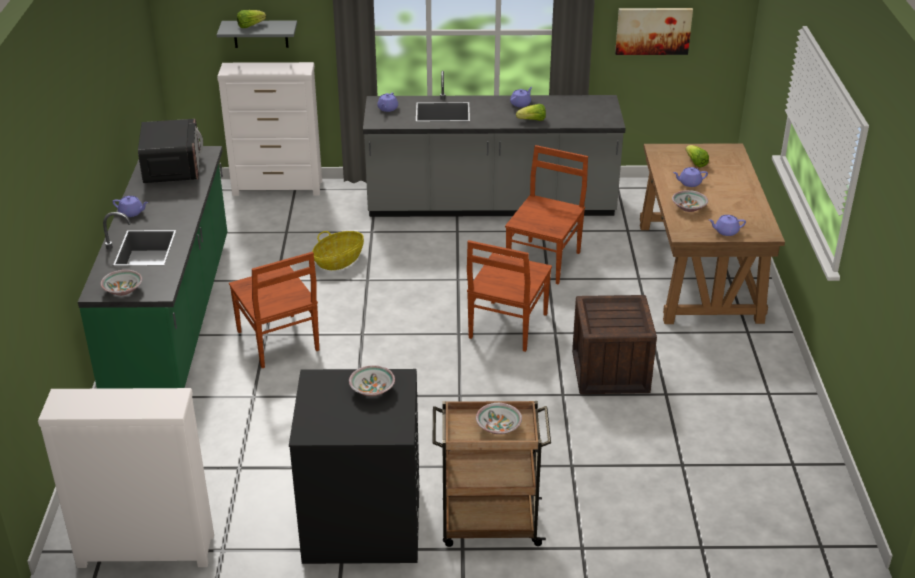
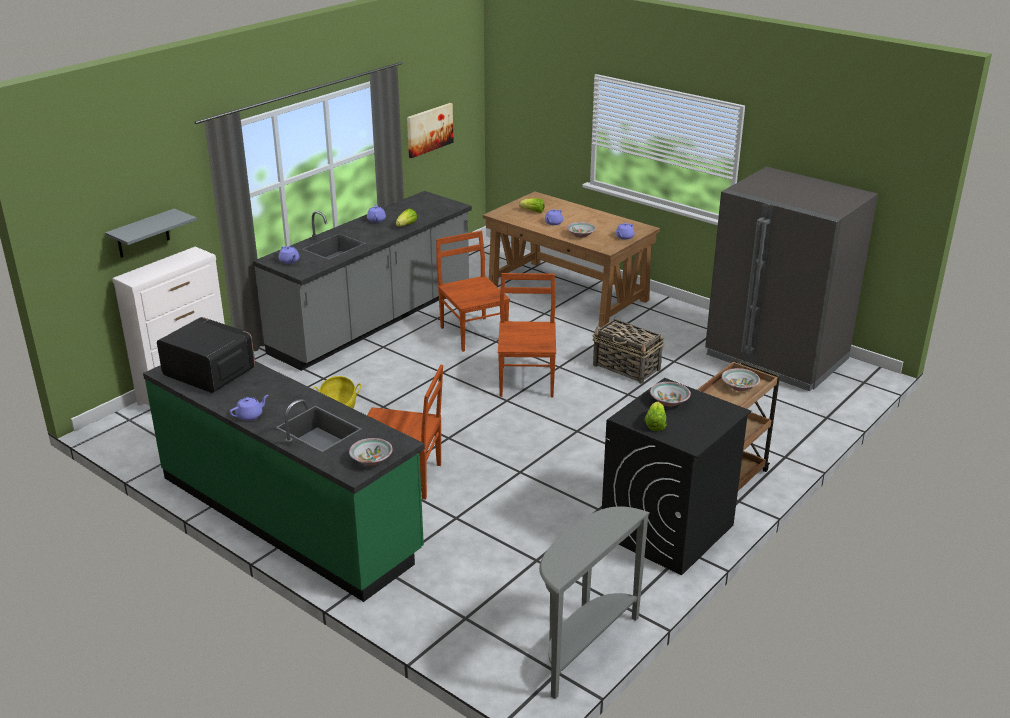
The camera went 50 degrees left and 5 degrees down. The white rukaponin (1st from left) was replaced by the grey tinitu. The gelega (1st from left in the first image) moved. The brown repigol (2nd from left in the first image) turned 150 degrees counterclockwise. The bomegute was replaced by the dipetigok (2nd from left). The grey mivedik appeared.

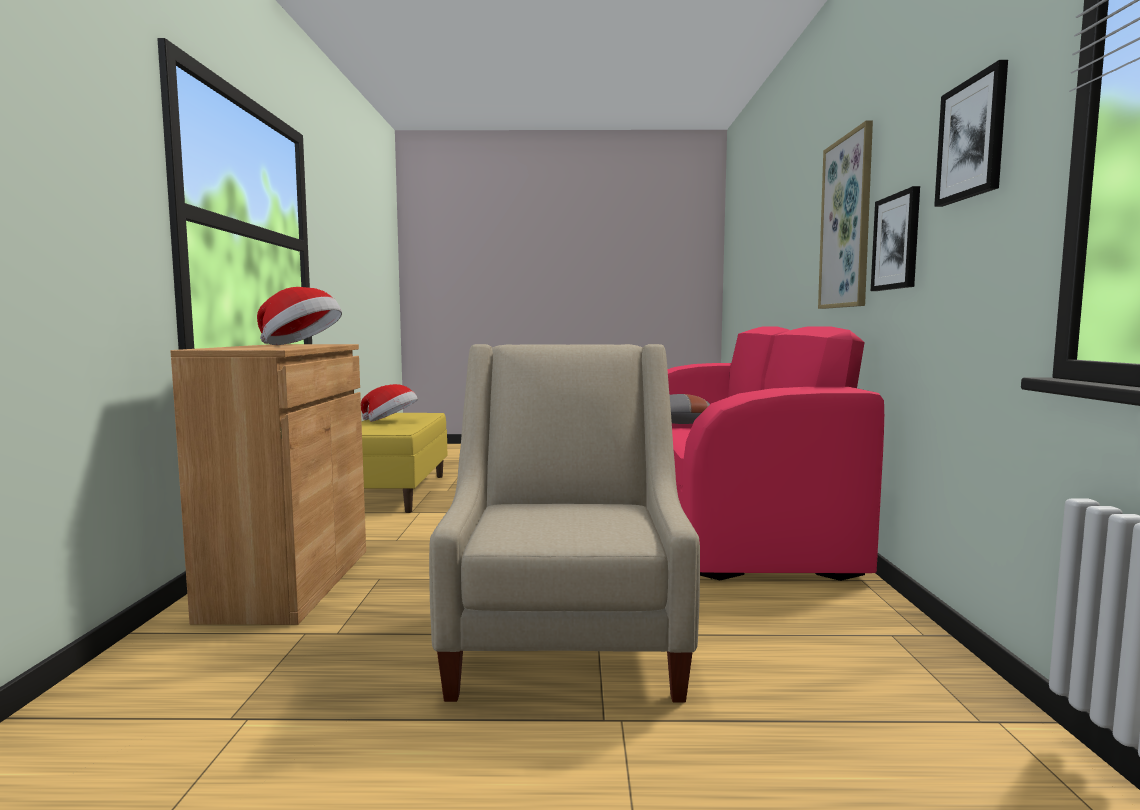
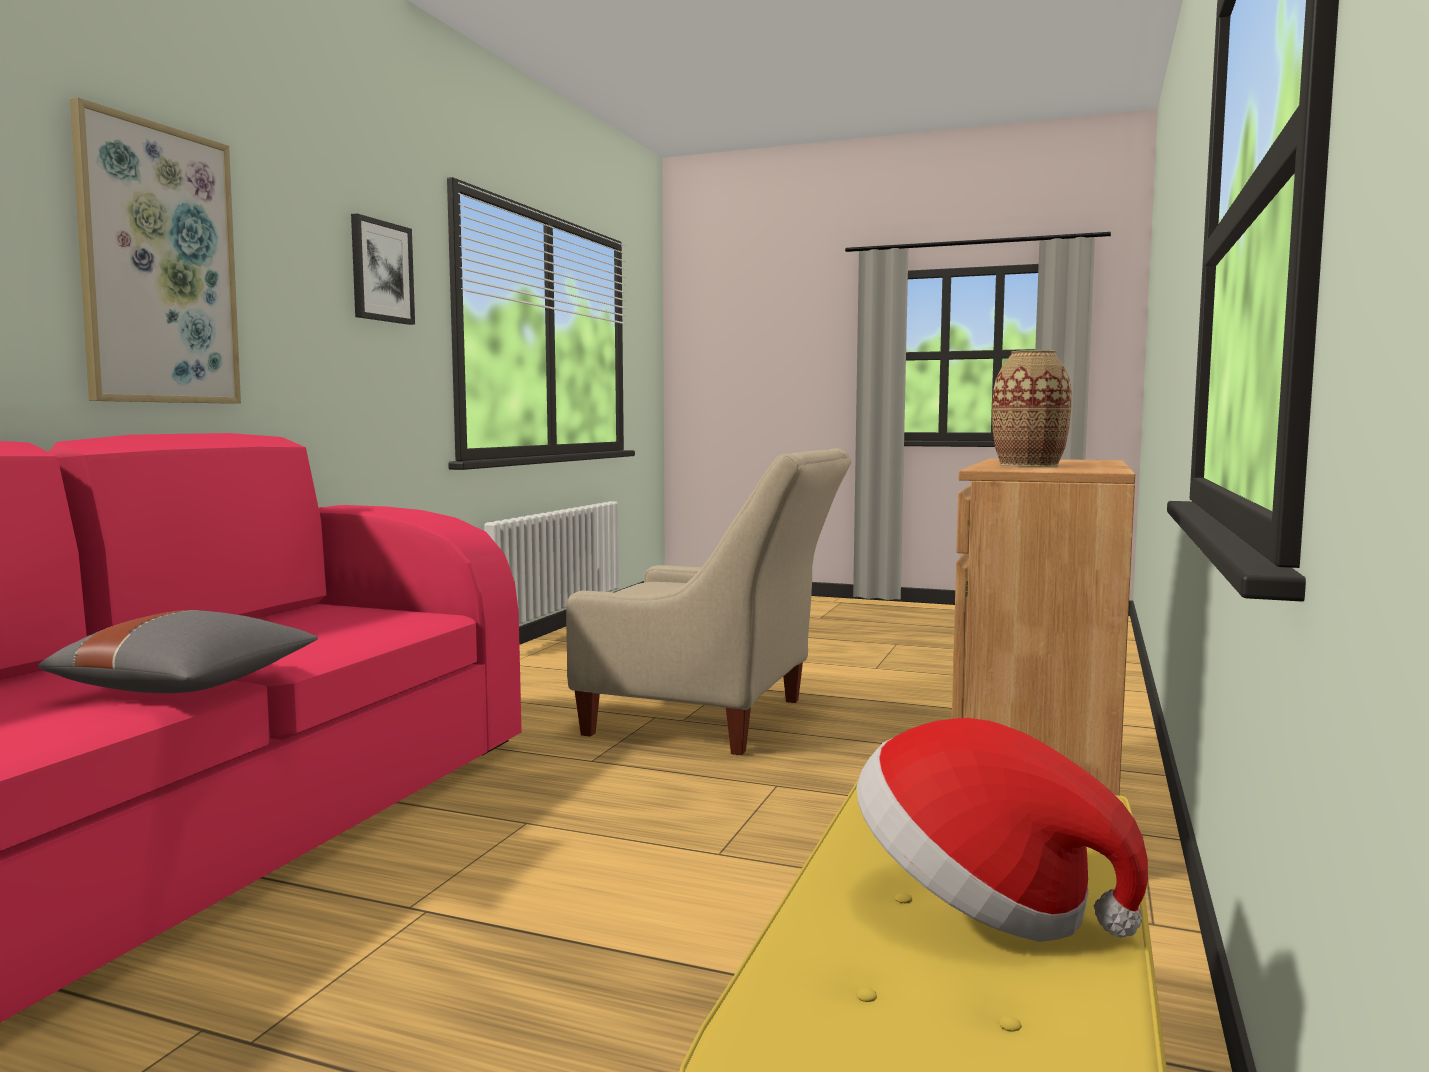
The camera went 160 degrees left and 0 degrees up. The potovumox (1st from left) was replaced by the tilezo. The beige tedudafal turned 90 degrees counterclockwise. The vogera (2nd from left) disappeared.

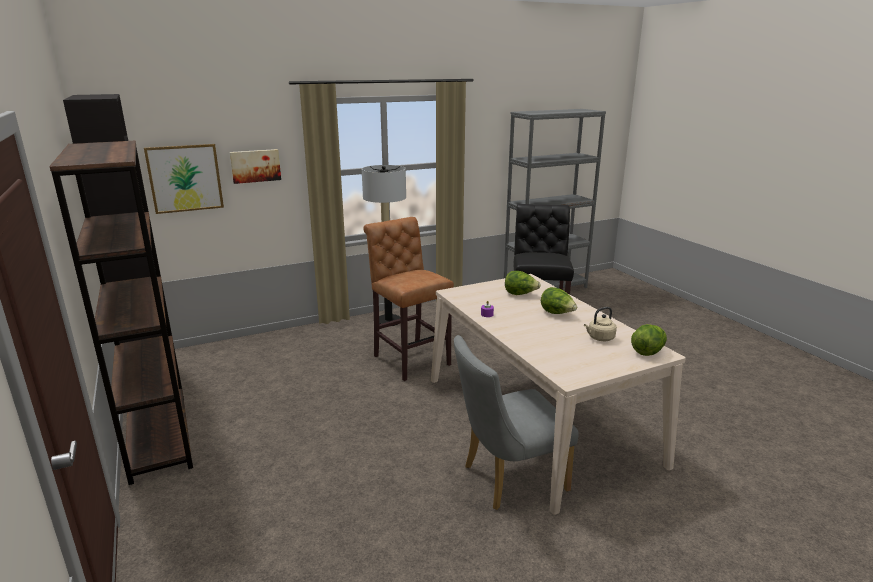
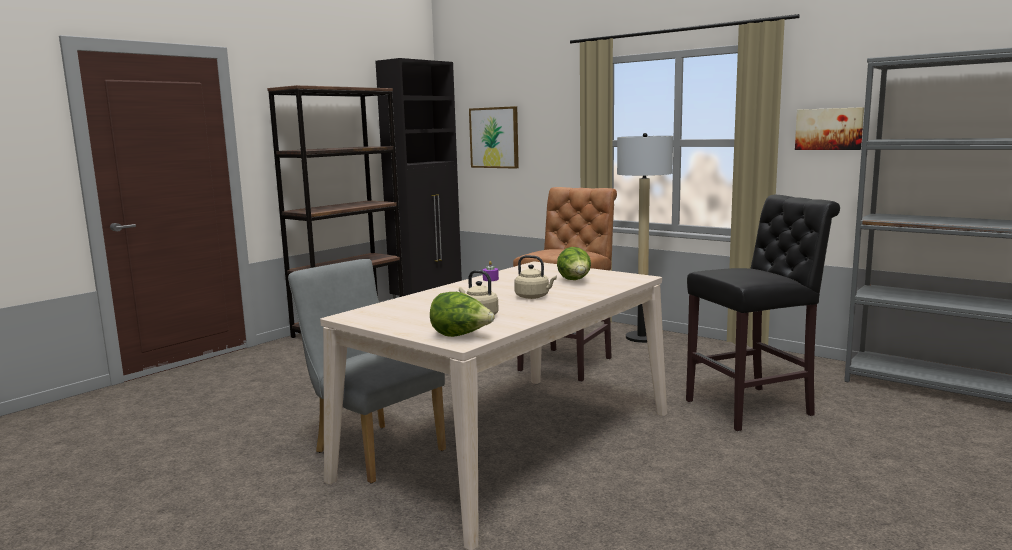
The camera went 65 degrees right and 10 degrees down. The vogera (2nd from left) moved. The gelega (2nd from left) was replaced by the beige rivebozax (2nd from left).

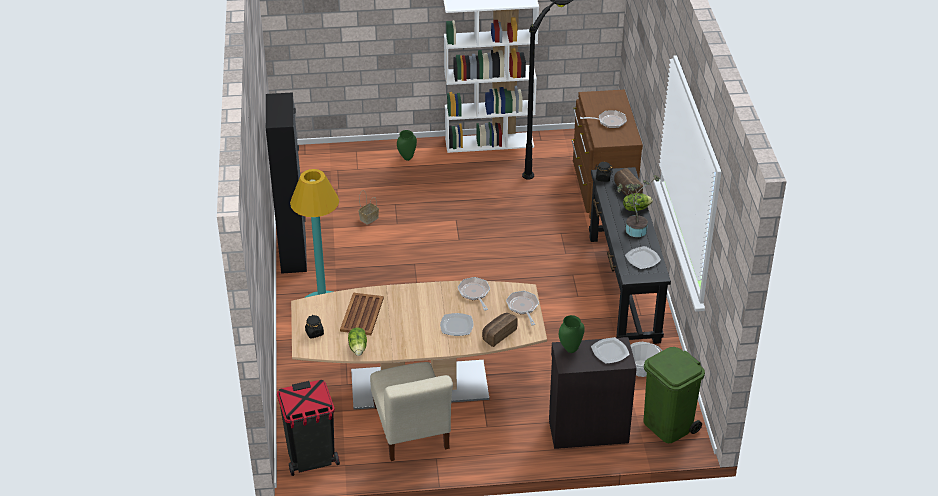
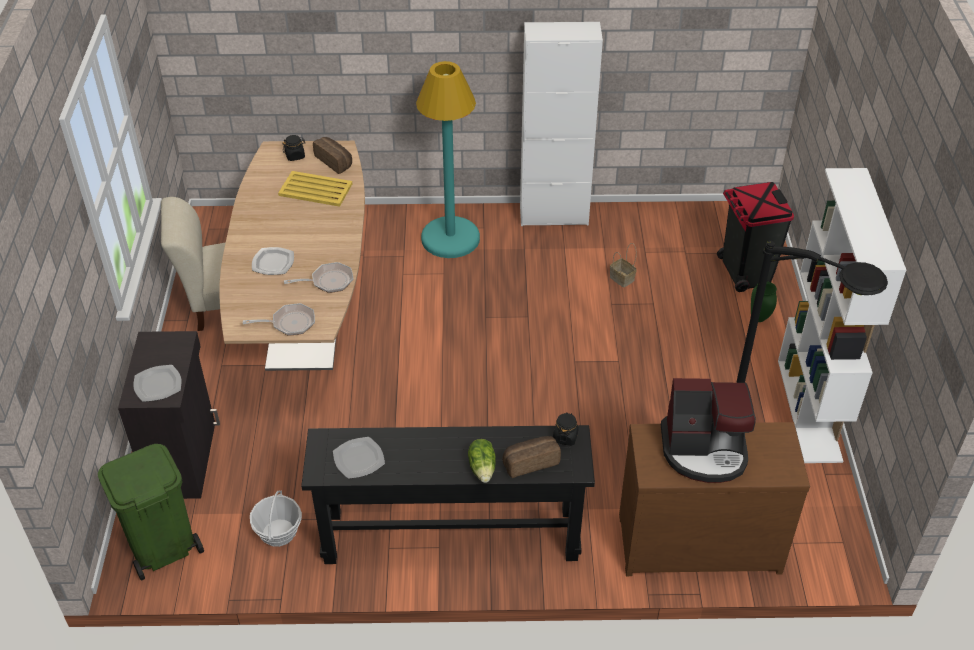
The camera went 95 degrees right and 5 degrees up. The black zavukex (1st from left) became the white zavukex. The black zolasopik moved. The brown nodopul became the yellow nodopul. The gelega (1st from left) disappeared. The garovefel (1st from left) moved. The green tilezo (2nd from left) disappeared. The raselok (3rd from left) was replaced by the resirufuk. The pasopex disappeared.

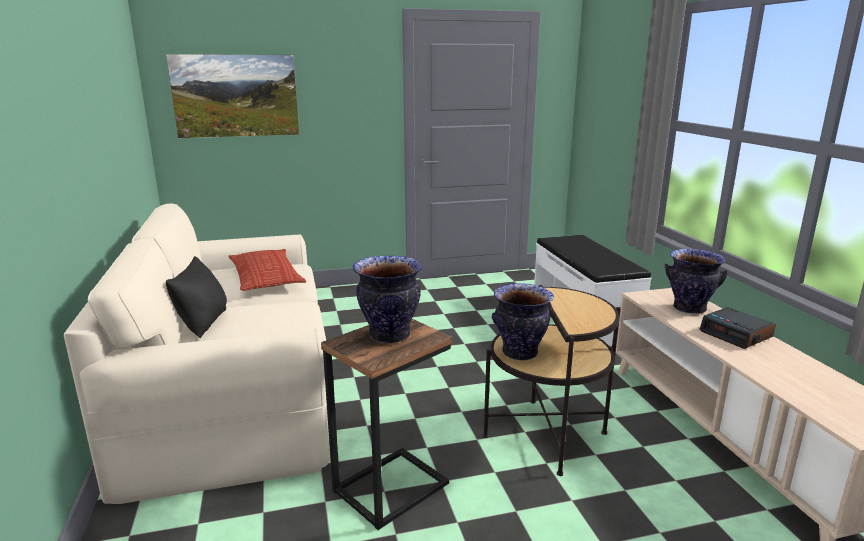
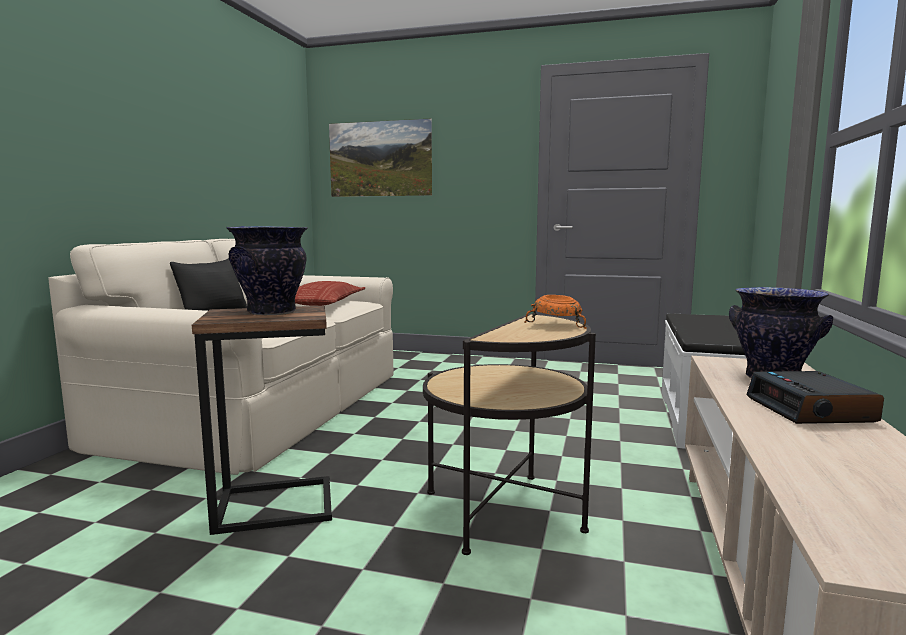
The camera went 30 degrees right and 10 degrees down. The tilezo (2nd from left) disappeared. The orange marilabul appeared.

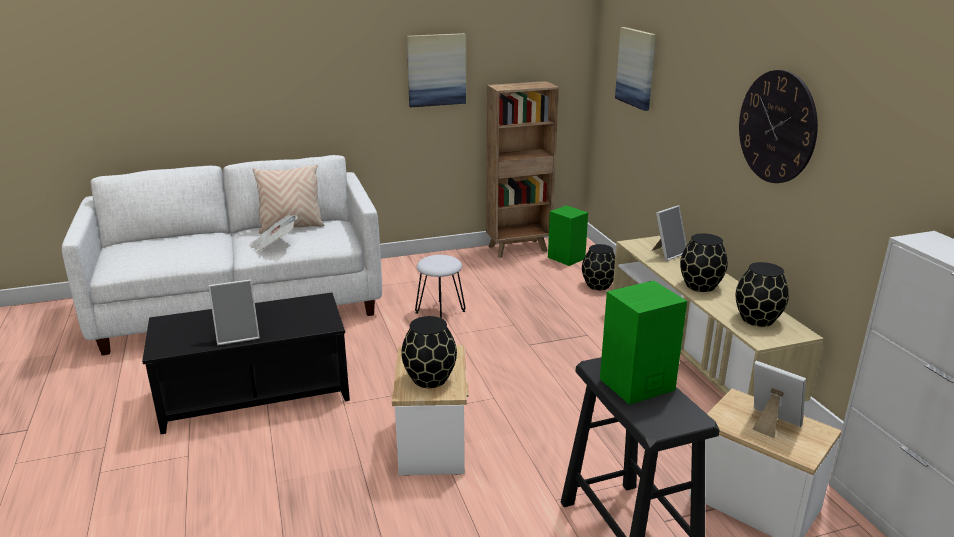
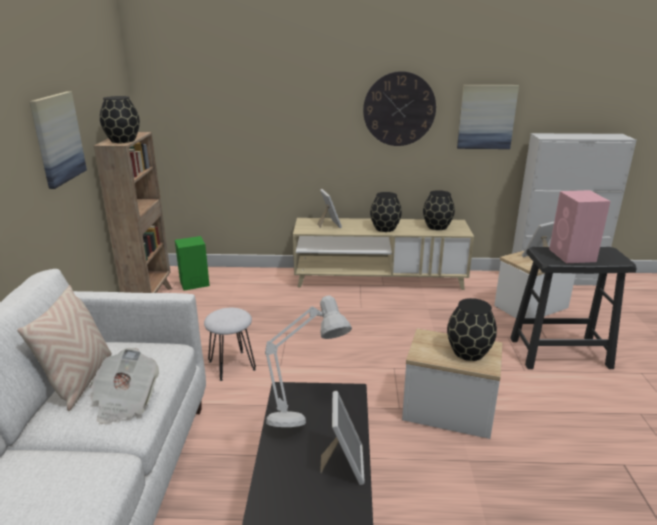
The camera went 70 degrees left and 0 degrees up. The black tilezo (2nd from left in the first image) moved. The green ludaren (2nd from left) became the pink ludaren. The vogera (2nd from left) moved. The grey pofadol appeared.

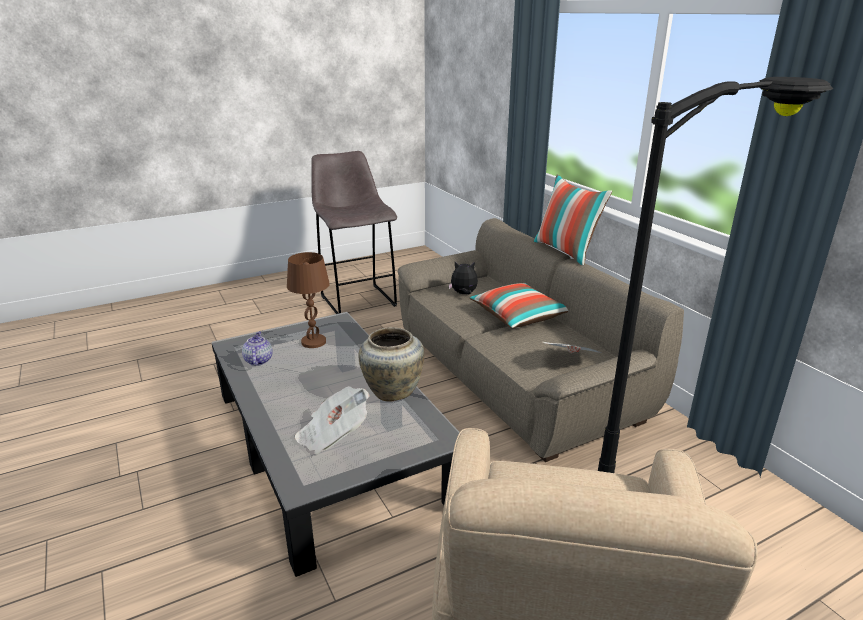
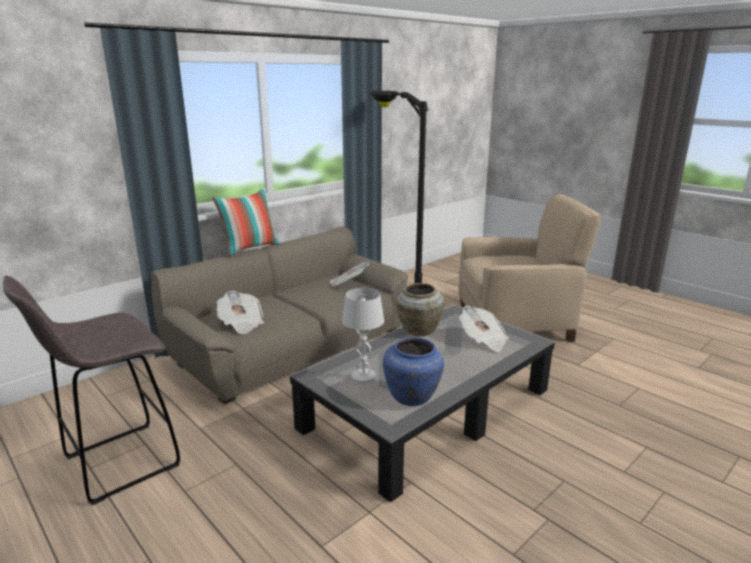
The camera went 105 degrees left and 5 degrees down. The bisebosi was replaced by the blue tilezo. The brown pofadol became the white pofadol. The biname was replaced by the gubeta (1st from left). The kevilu (1st from left) disappeared.

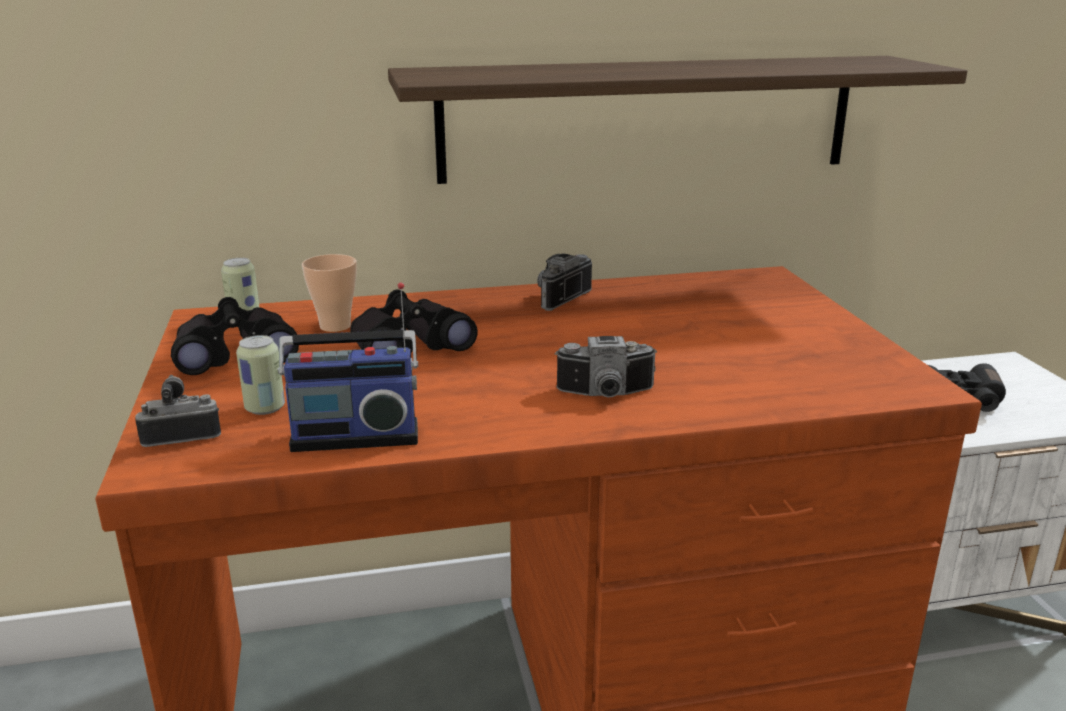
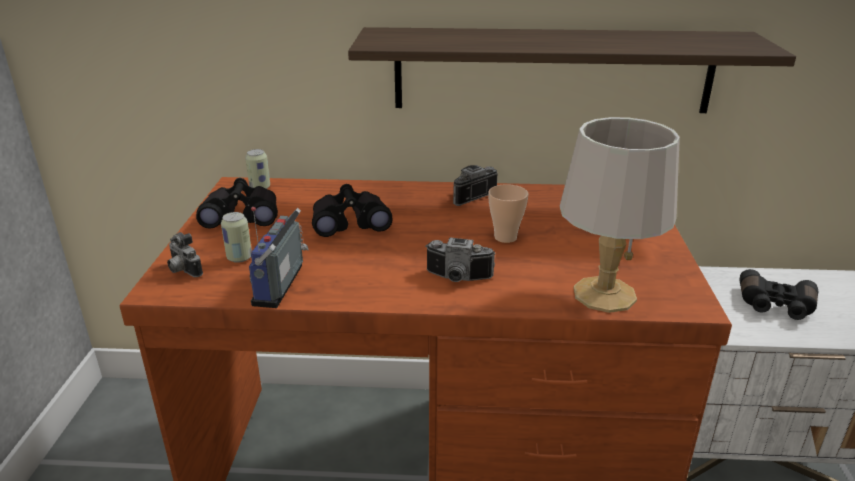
The camera went 15 degrees right and 5 degrees up. The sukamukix (1st from left) turned 135 degrees counterclockwise. The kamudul turned 90 degrees clockwise. The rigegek moved. The grey pofadol appeared.

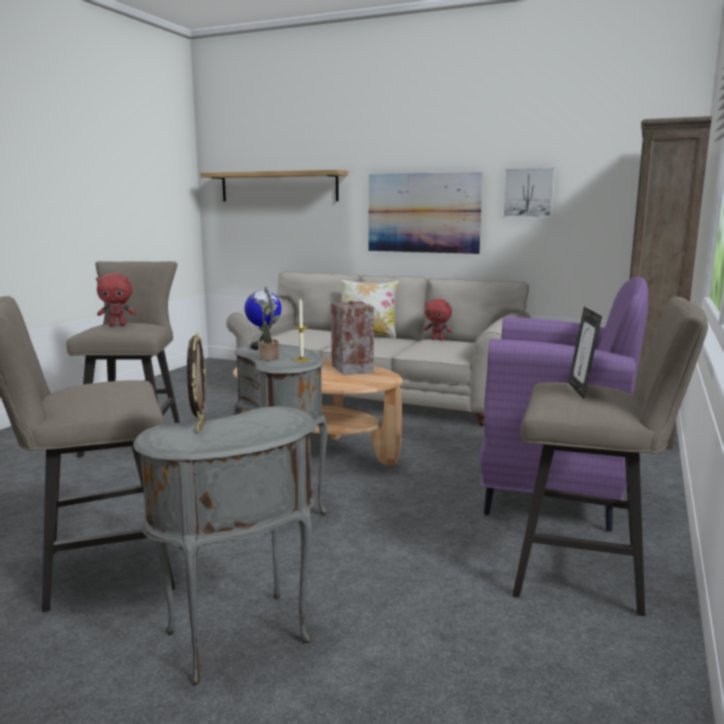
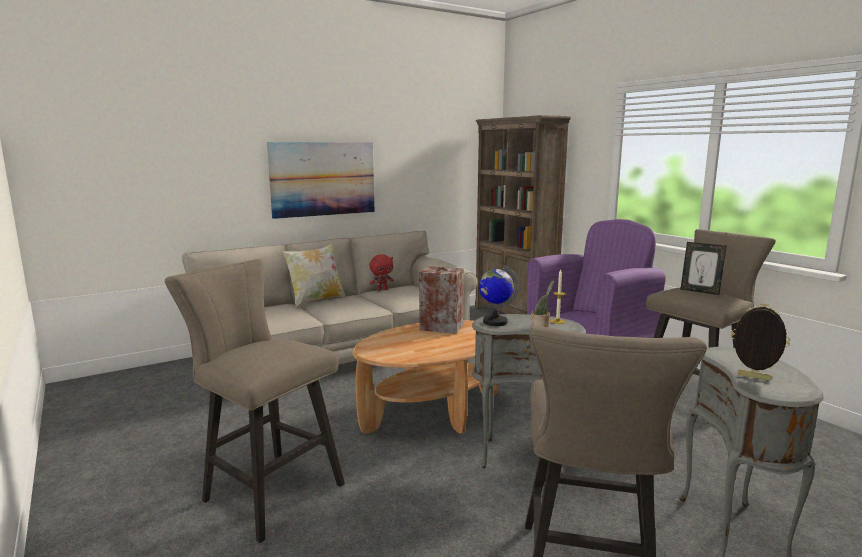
The camera went 55 degrees left and 0 degrees up. The red biname (1st from left) disappeared. The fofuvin disappeared. The vogera (2nd from left) disappeared.

